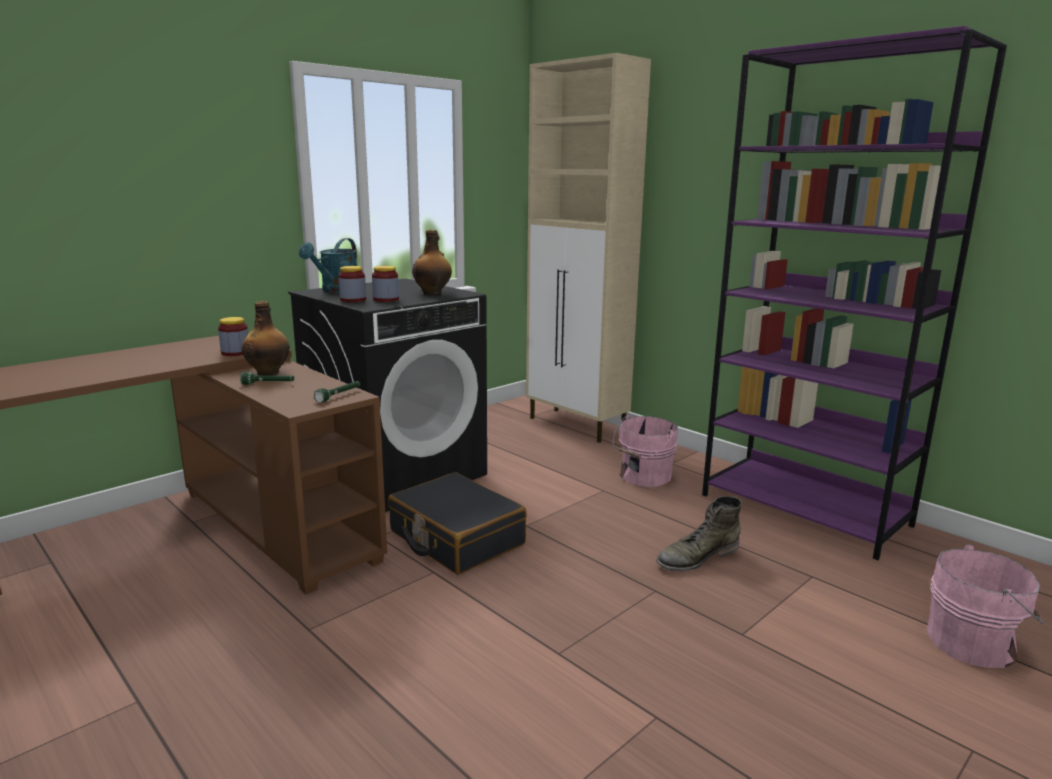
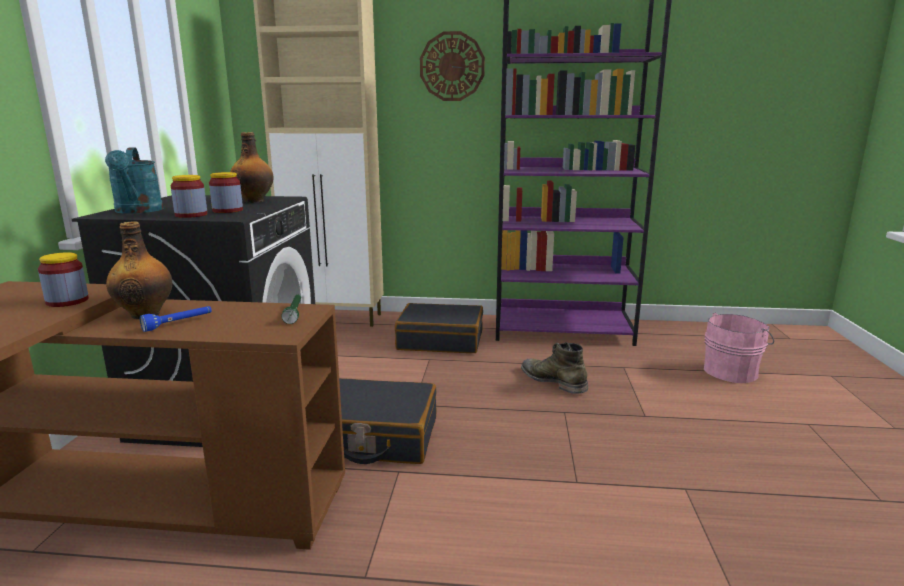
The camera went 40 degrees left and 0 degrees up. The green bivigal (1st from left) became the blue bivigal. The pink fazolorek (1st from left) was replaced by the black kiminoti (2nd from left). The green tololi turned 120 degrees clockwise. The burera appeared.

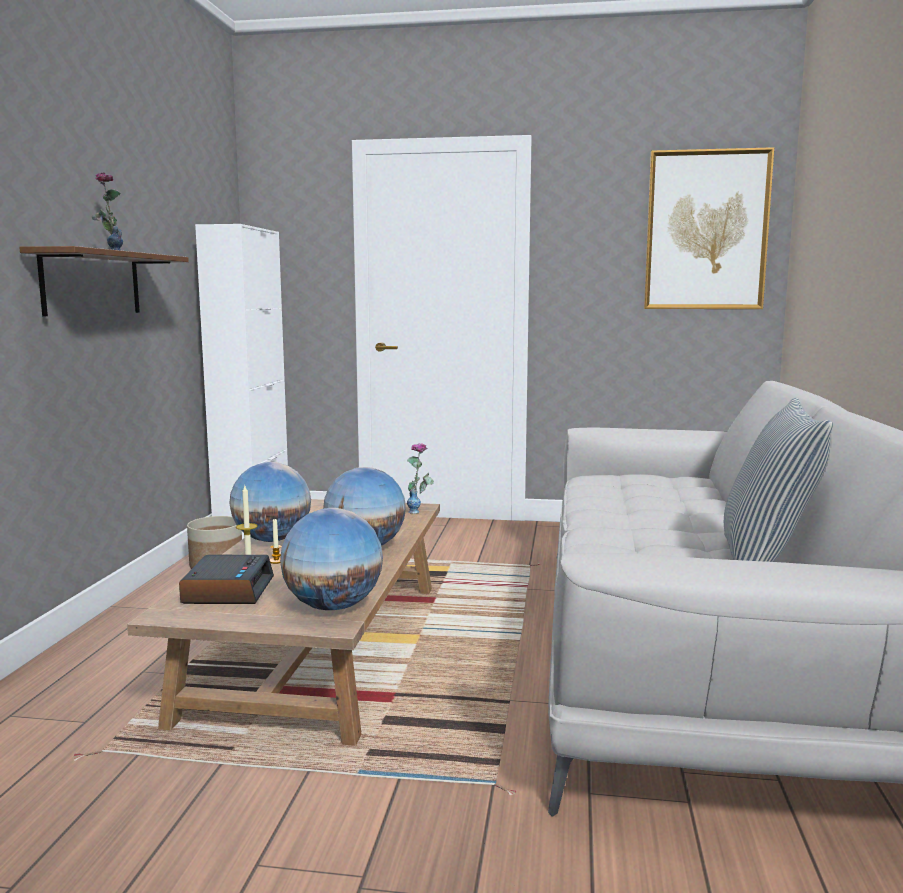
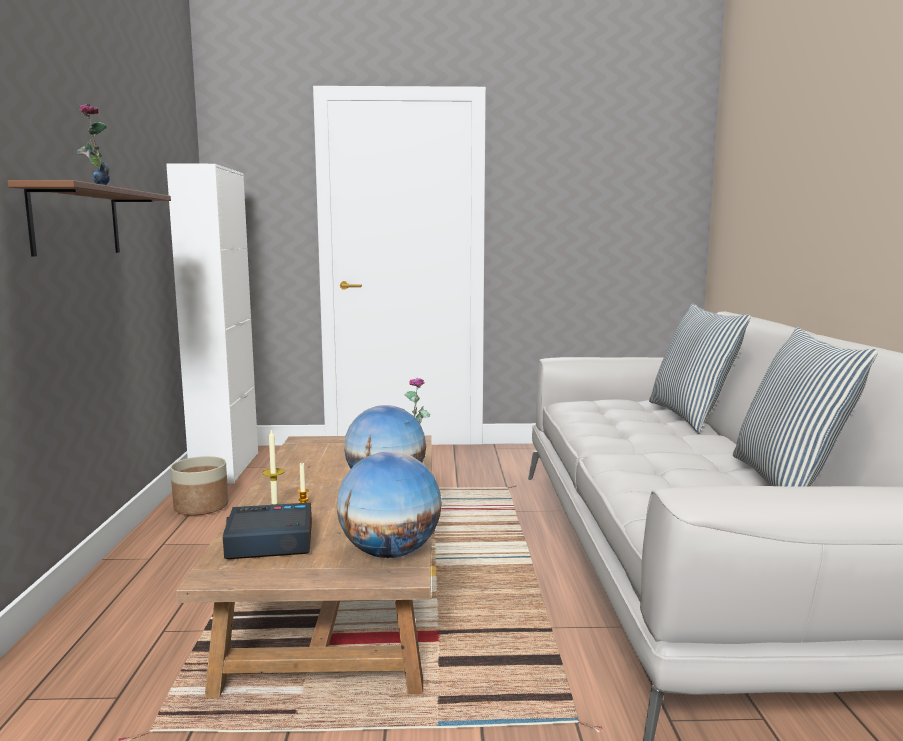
The camera went 10 degrees left and 0 degrees up. The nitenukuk turned 90 degrees counterclockwise. The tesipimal (1st from left) disappeared. The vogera disappeared. The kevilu (1st from left) appeared.

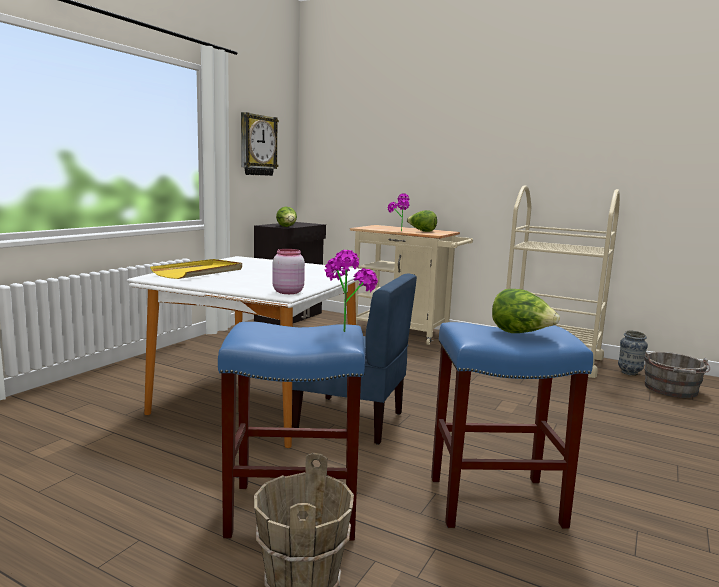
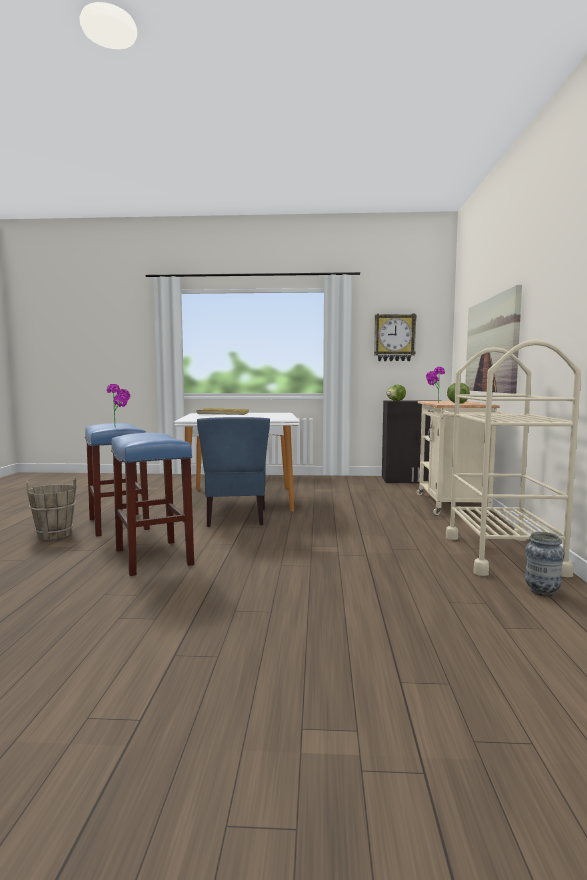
The camera went 65 degrees right and 5 degrees down. The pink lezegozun disappeared. The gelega (3rd from left) disappeared. The grey fazolorek disappeared. The vogera appeared.

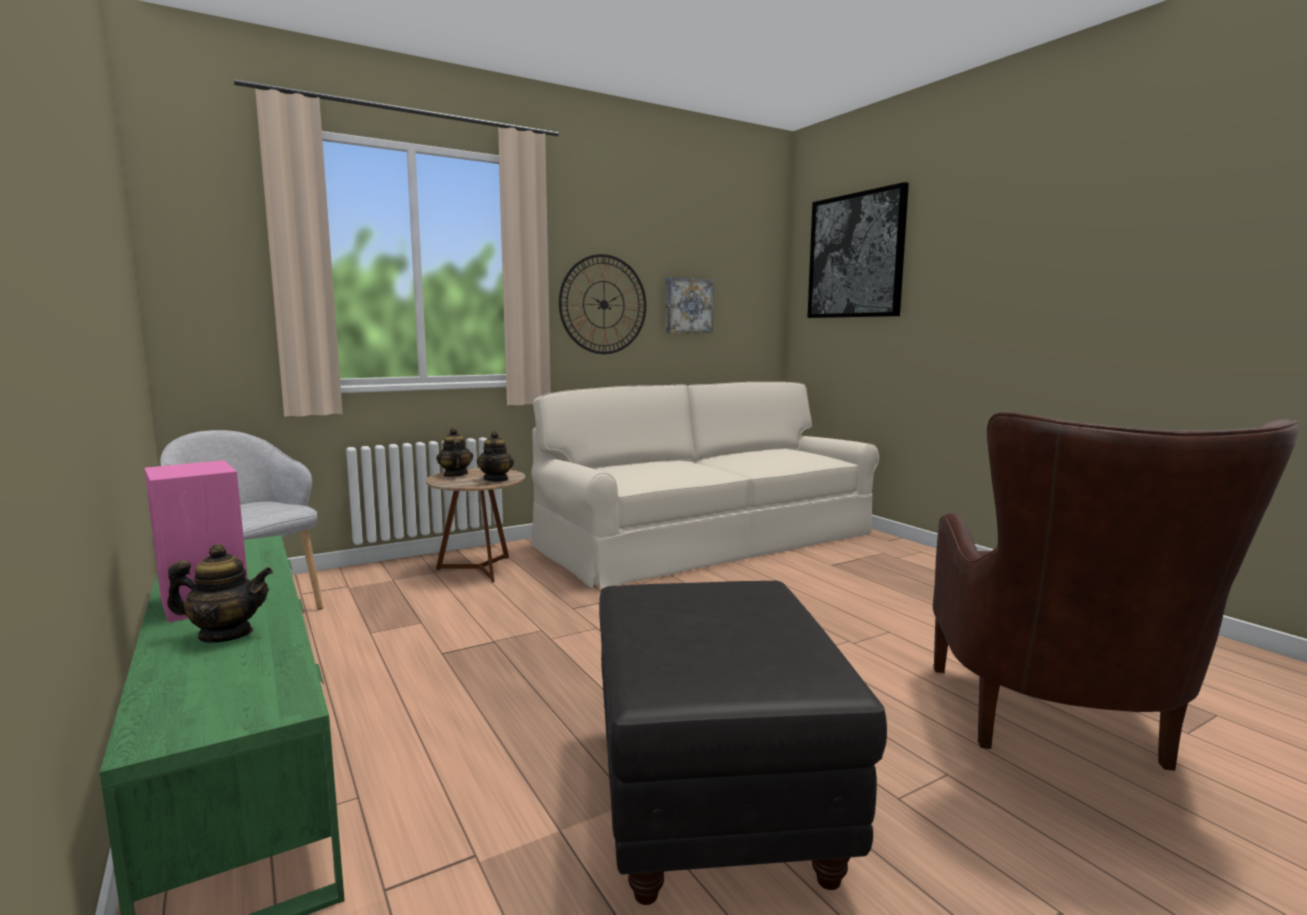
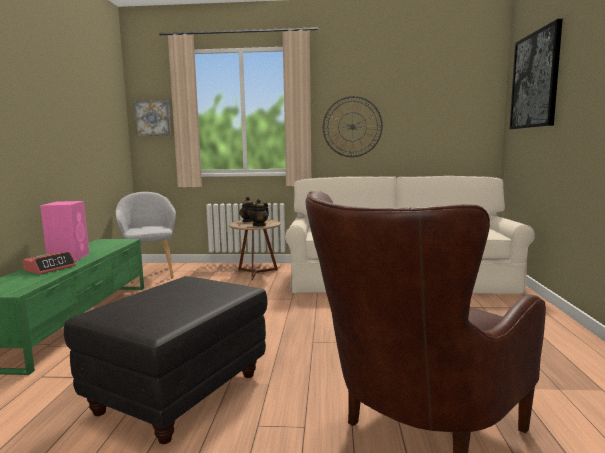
The camera went 35 degrees right and 0 degrees up. The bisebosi (1st from left) was replaced by the nitenukuk. The vogera (1st from left) moved.

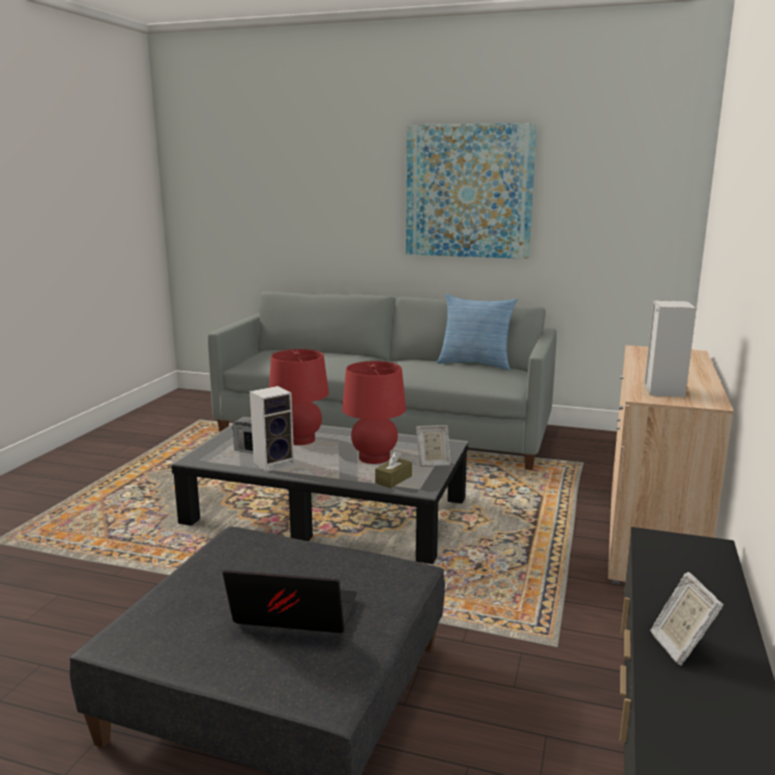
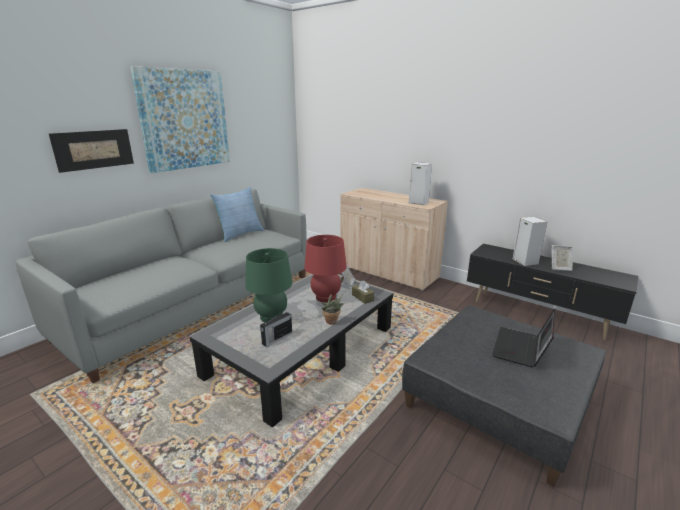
The camera went 70 degrees left and 5 degrees up. The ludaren (1st from left in the first image) moved. The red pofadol (1st from left) became the green pofadol. The vogera (1st from left) appeared. The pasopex appeared.

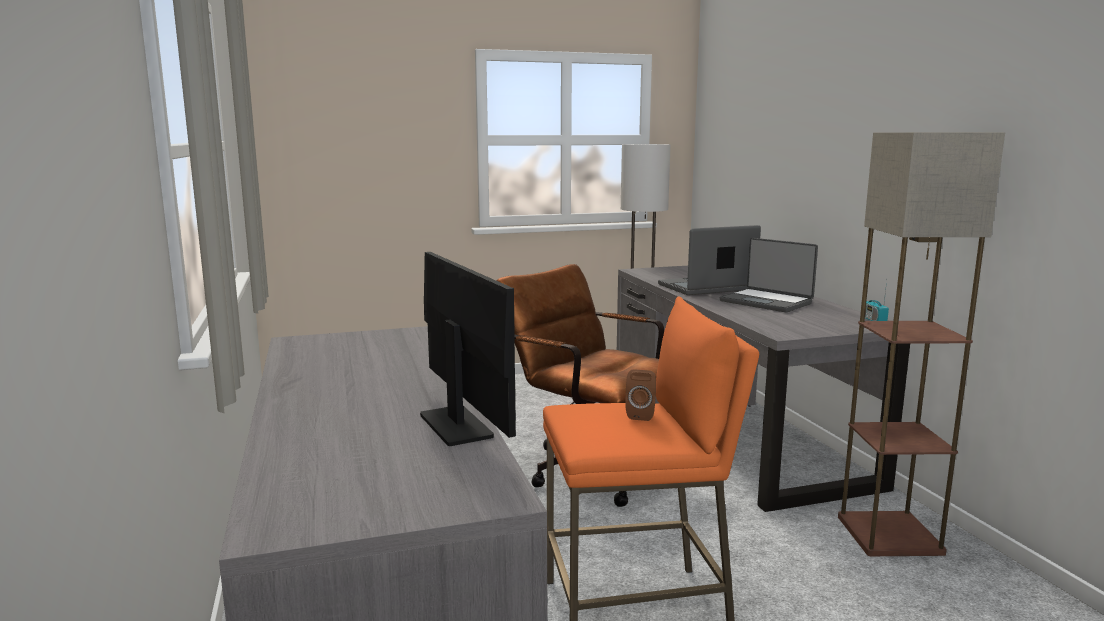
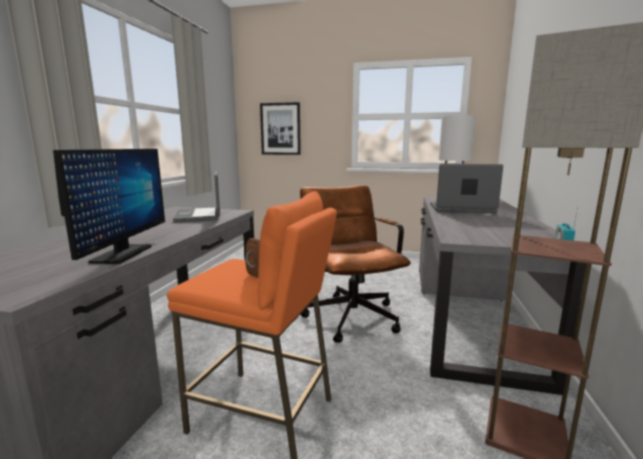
The camera went 30 degrees right and 0 degrees up. The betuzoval (2nd from left in the first image) moved. The vogera appeared.

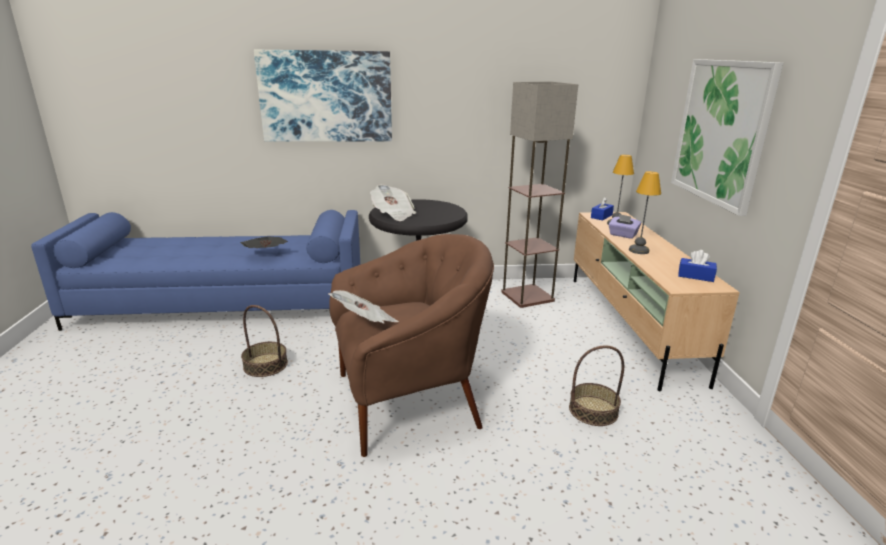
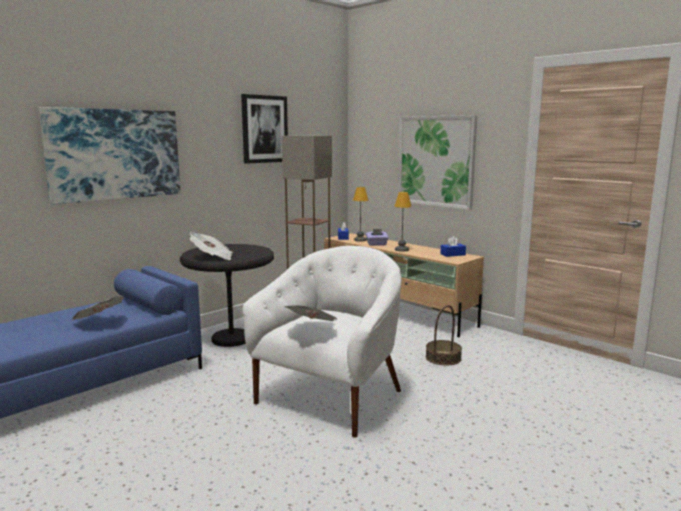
The camera went 40 degrees left and 10 degrees down. The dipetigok (1st from left) disappeared. The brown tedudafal became the white tedudafal. The vogera (2nd from left) appeared.

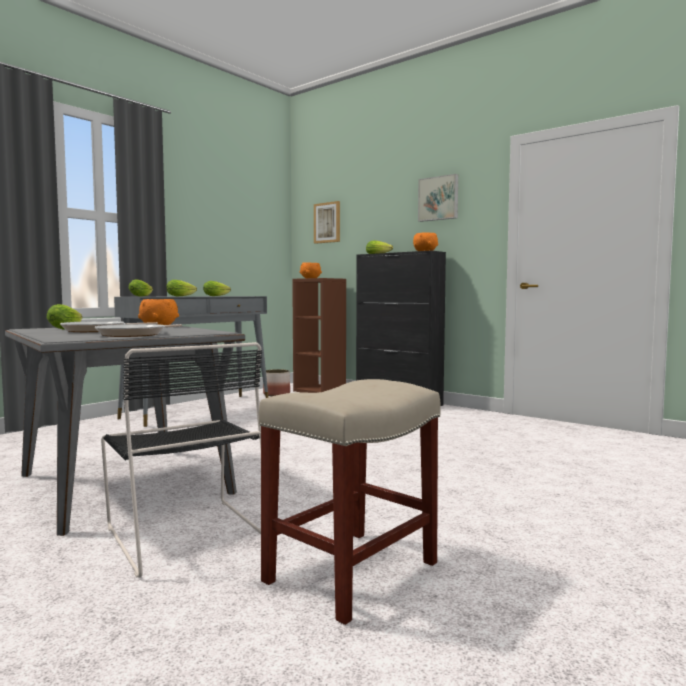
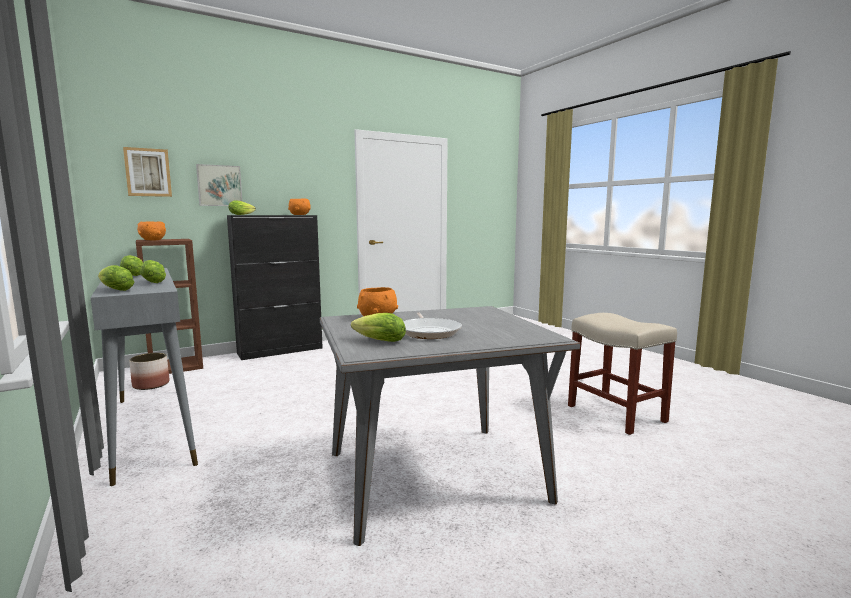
The camera went 70 degrees left and 5 degrees up. The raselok (2nd from left) disappeared. The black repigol disappeared. The vogera (2nd from left) moved.

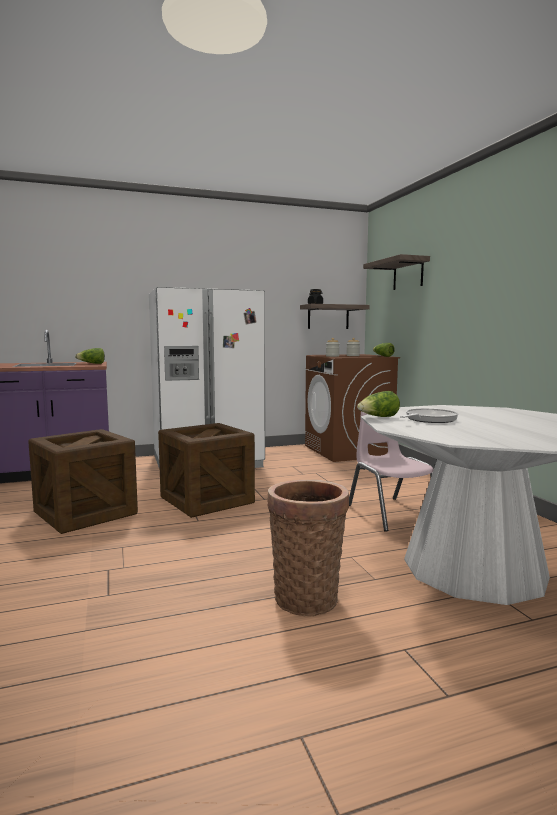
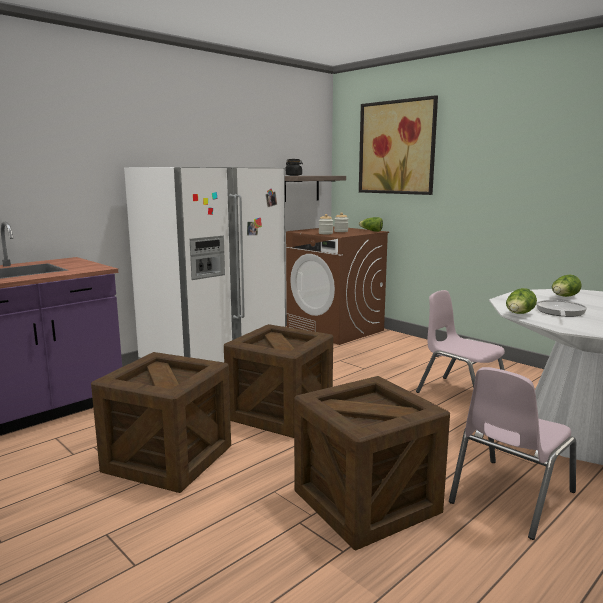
The camera went 25 degrees left and 5 degrees up. The gelega (1st from left in the first image) moved. The dipetigok was replaced by the pink repigol (2nd from left). The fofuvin (2nd from left) was replaced by the vogera. The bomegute (3rd from left) appeared.

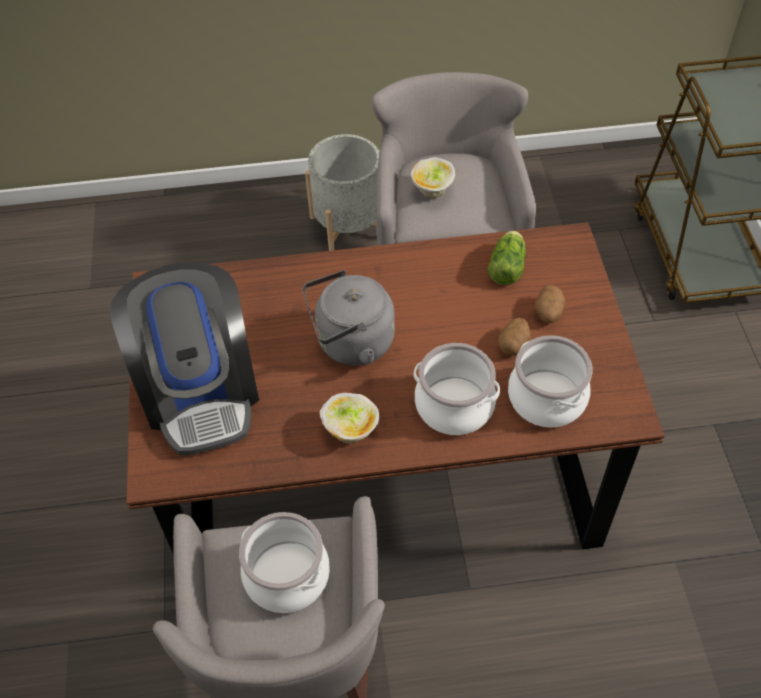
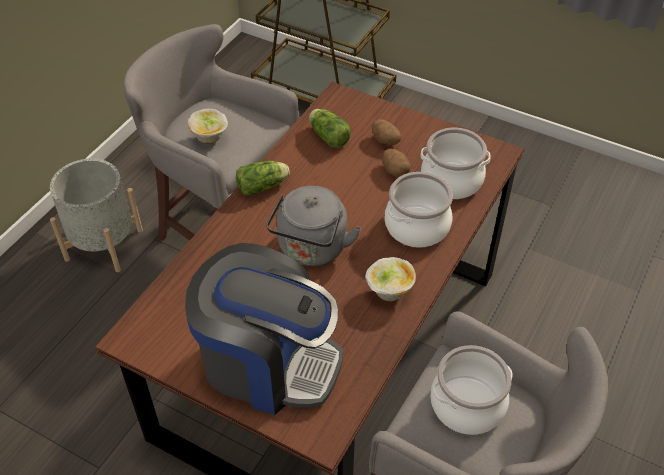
The camera went 55 degrees left and 5 degrees down. The gelega (1st from left) appeared.

